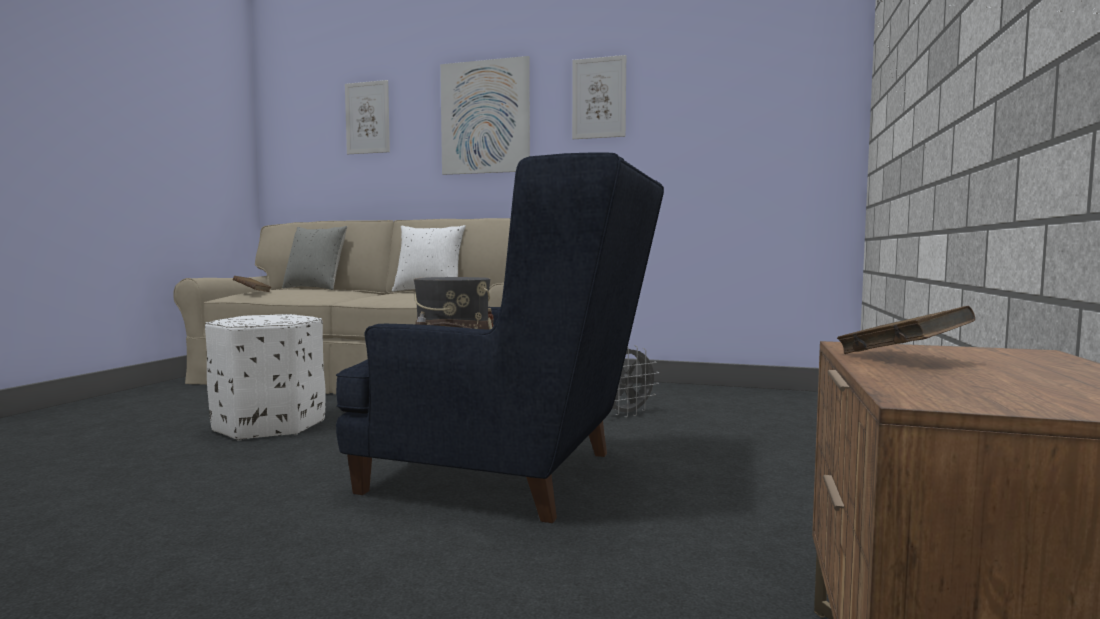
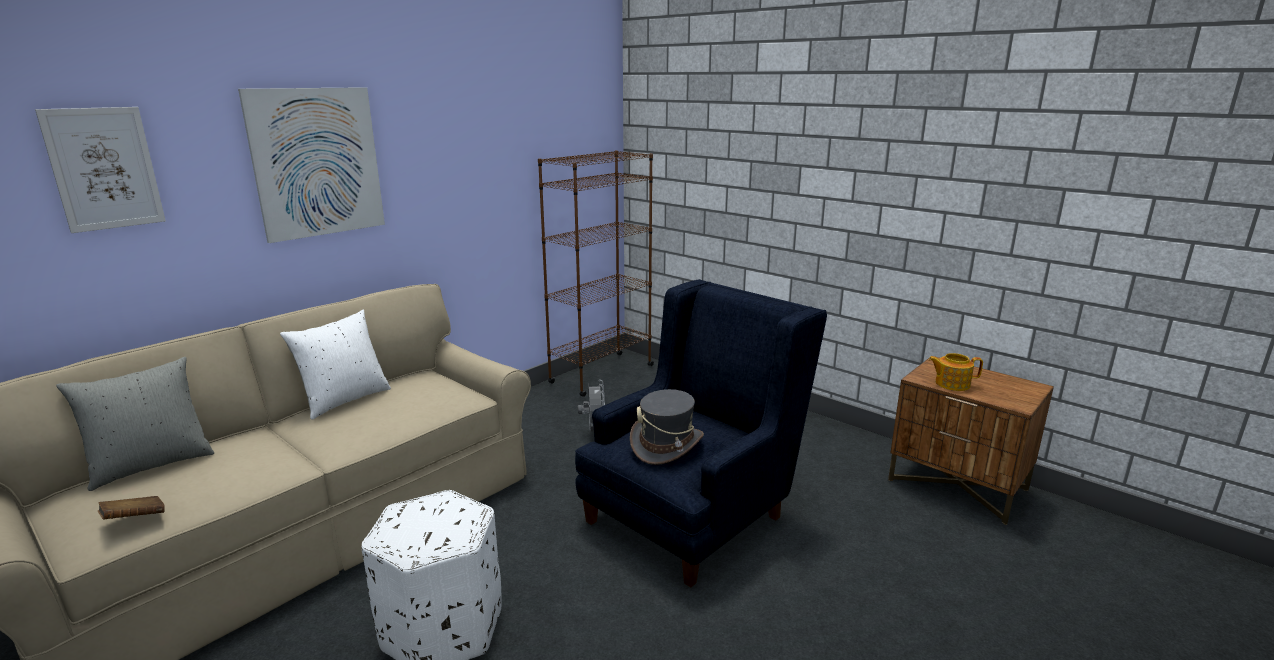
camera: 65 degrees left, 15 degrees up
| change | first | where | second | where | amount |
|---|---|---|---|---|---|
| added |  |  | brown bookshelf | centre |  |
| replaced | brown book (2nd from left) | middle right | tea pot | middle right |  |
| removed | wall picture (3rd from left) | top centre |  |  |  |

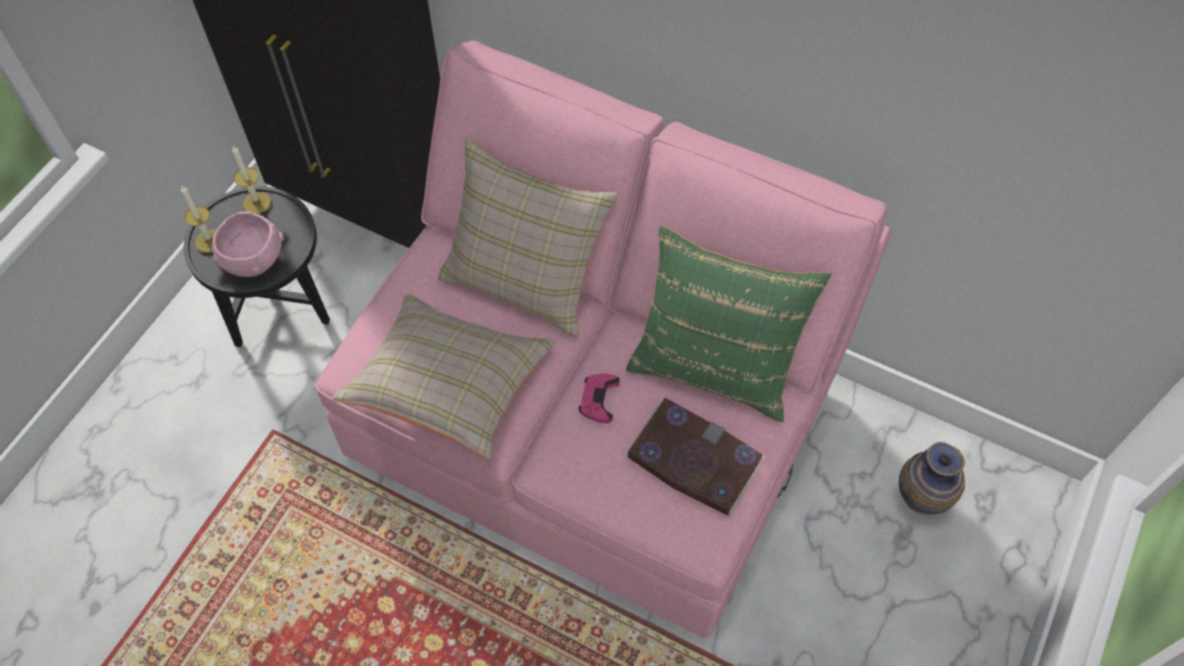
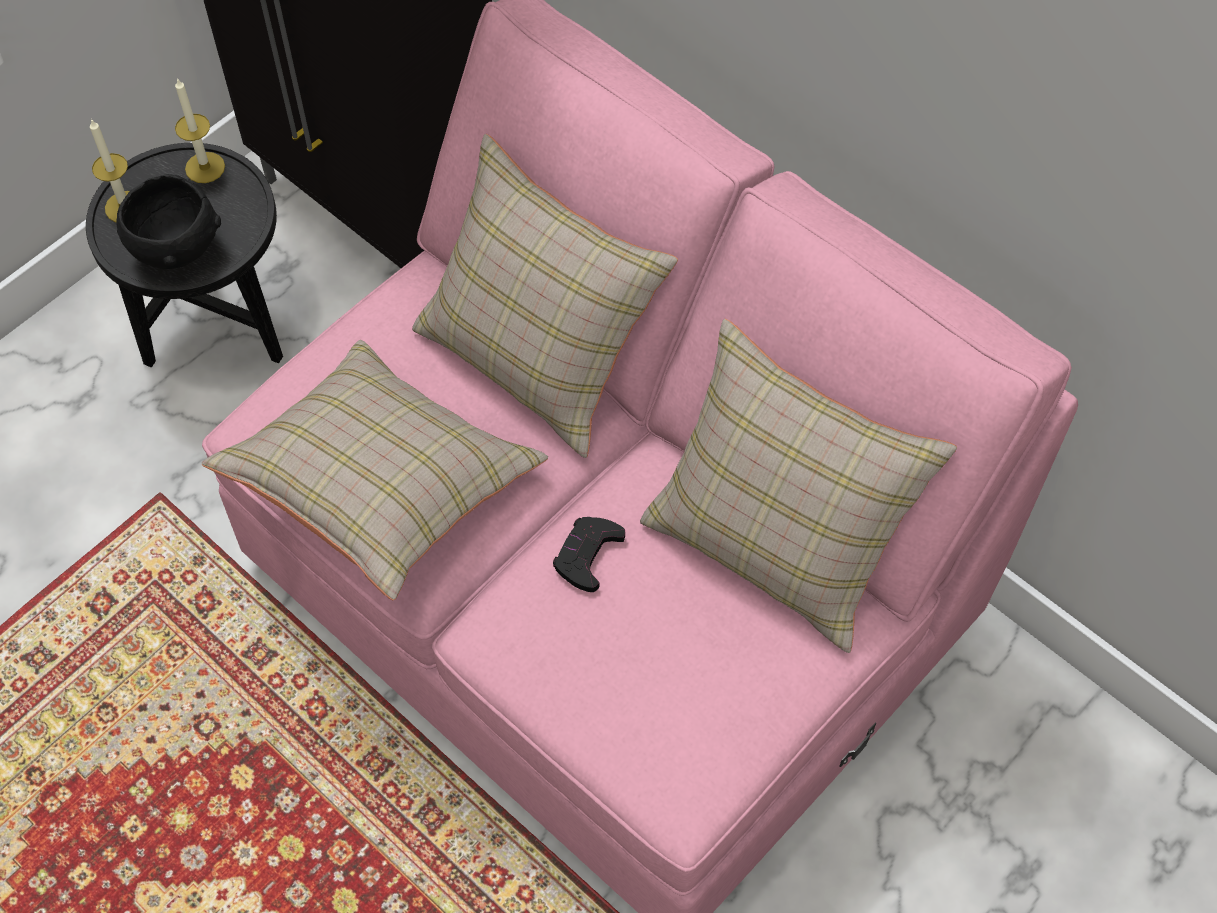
camera: 15 degrees right, 0 degrees up
| change | first | where | second | where | amount |
|---|---|---|---|---|---|
| recoloured | pink-coloured deep dish | middle left | blackish deep dish | top left |  |
| recoloured | pink-coloured game controller | centre | blackish game controller | centre |  |
| recoloured | green-coloured pillow | centre | sand-coloured pillow (3rd from left) | centre |  |
| removed | book | bottom centre |  |  |  |
| removed | decorative vase | bottom right |  |  |  |

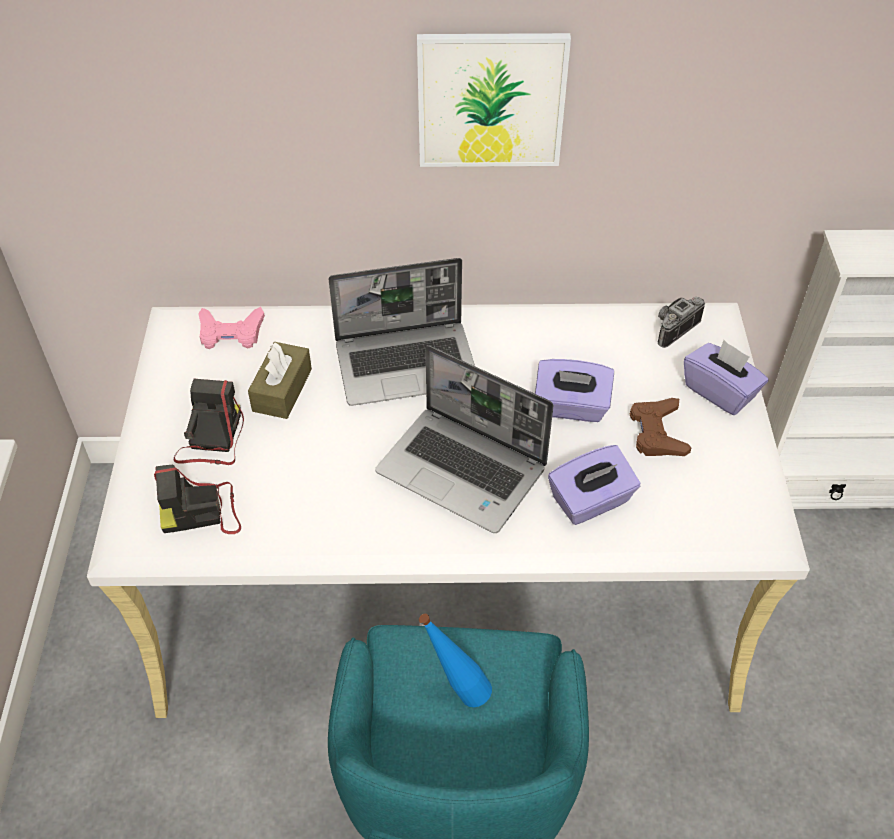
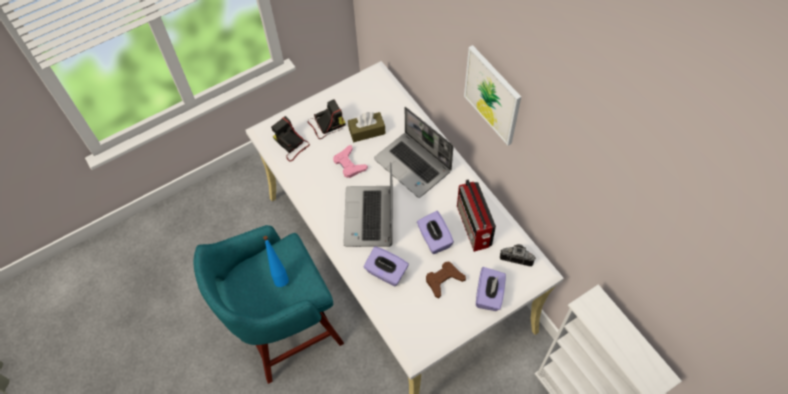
camera: 60 degrees right, 10 degrees up
| change | first | where | second | where | amount |
|---|---|---|---|---|---|
| moved | pink-coloured game controller | middle left |  | centre |  |
| added |  |  | radio receiver | centre |  |

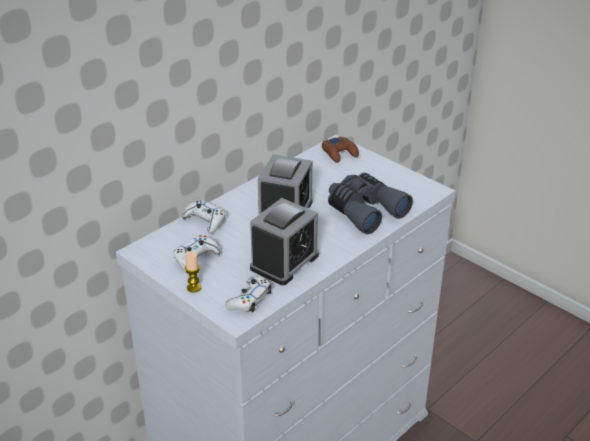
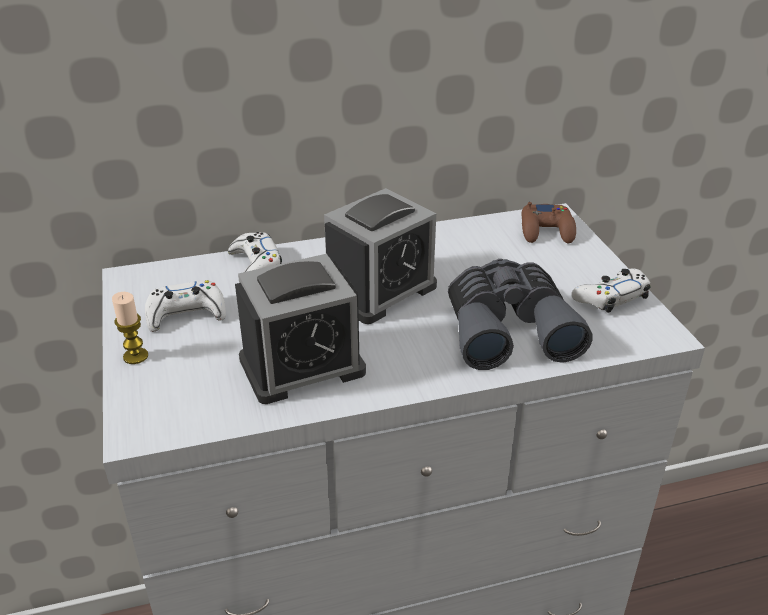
camera: 30 degrees right, 0 degrees up
| change | first | where | second | where | amount |
|---|---|---|---|---|---|
| moved | whitish game controller (3rd from left) | bottom centre |  | middle right |  |

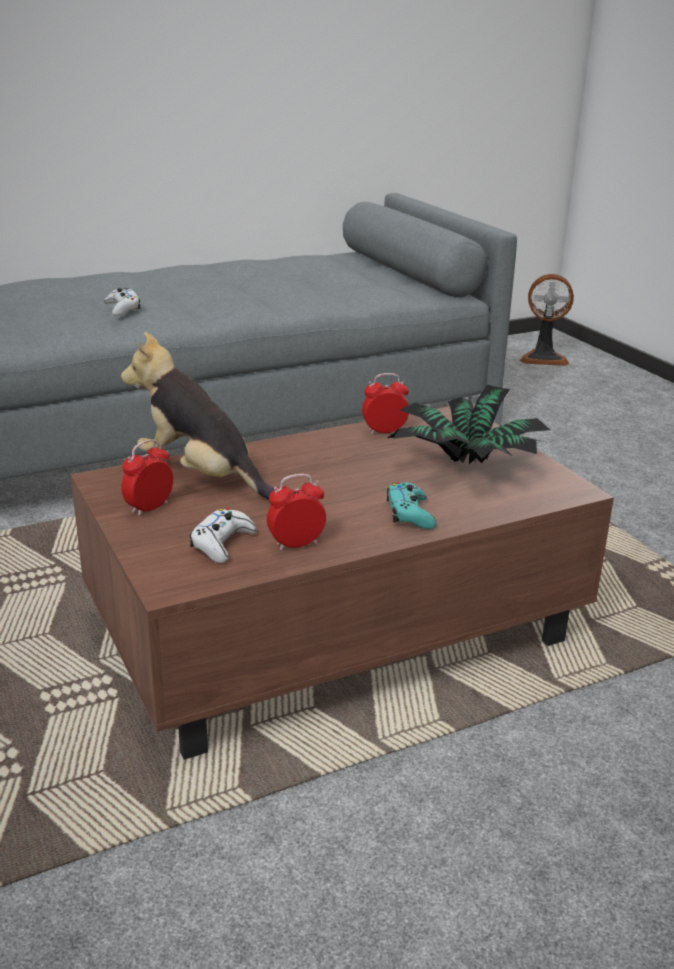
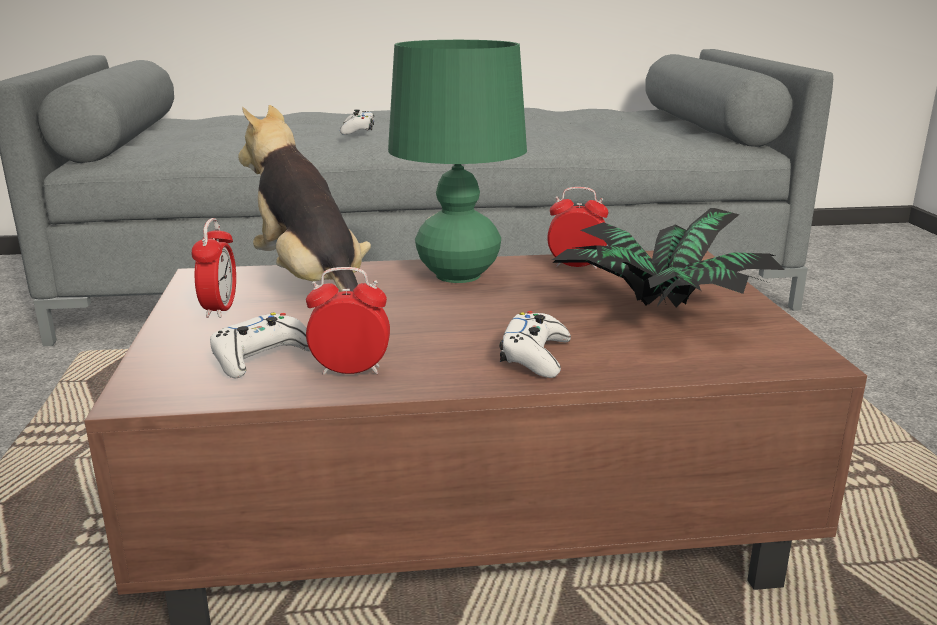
camera: 20 degrees right, 5 degrees down
| change | first | where | second | where | amount |
|---|---|---|---|---|---|
| turned | table clock (1st from left) | middle left |  | middle left | 120 degrees clockwise |
| added |  |  | green-coloured lamp for a table | top centre |  |
| recoloured | turquoise game controller | centre | whitish game controller (3rd from left) | centre |  |
| removed | electric fan | top right |  |  |  |

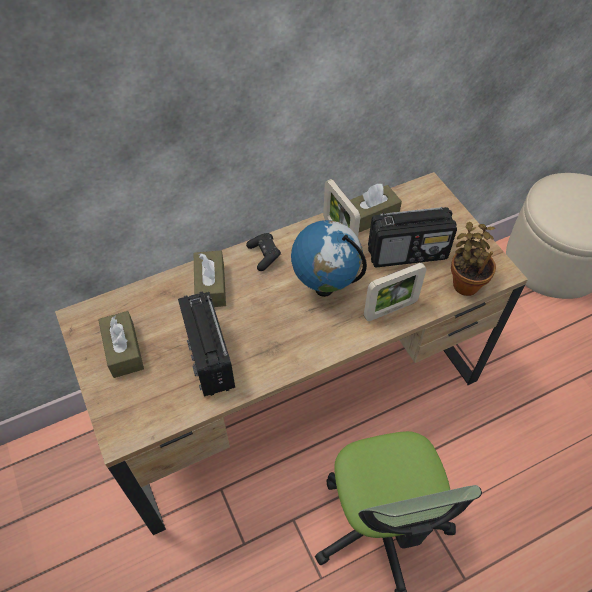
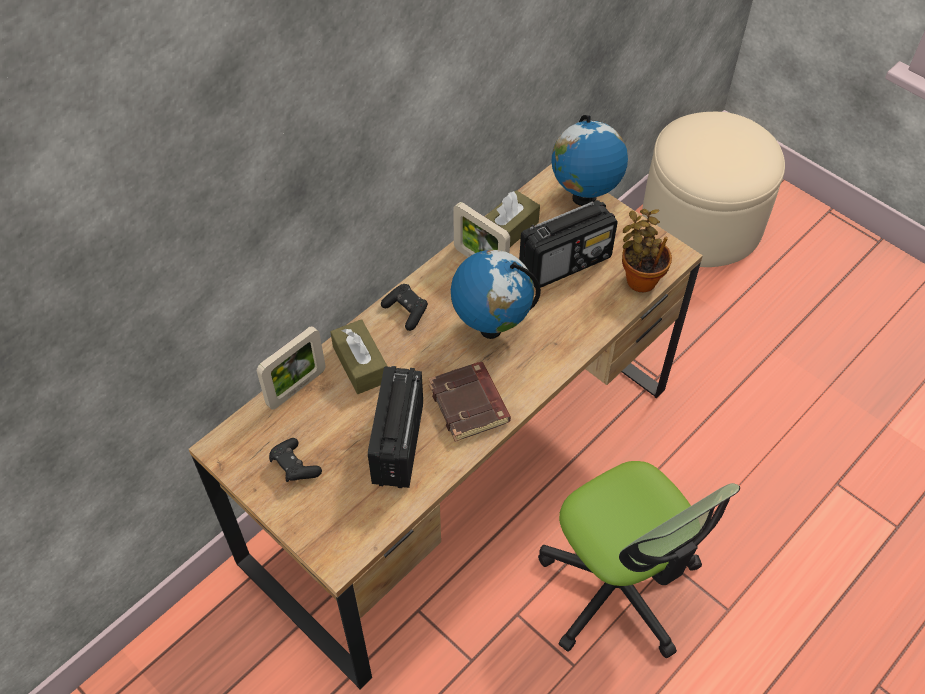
camera: 20 degrees left, 0 degrees up
| change | first | where | second | where | amount |
|---|---|---|---|---|---|
| moved | photo frame (2nd from left in the first image) | middle right | photo frame (1st from left) | middle left |  |
| replaced | brown tissue holder (1st from left) | middle left | blackish game controller (1st from left) | middle left |  |
| turned | radio receiver (1st from left) | centre |  | centre | 45 degrees clockwise |
| added |  |  | brown book | centre |  |
| added |  |  | globe (2nd from left) | top centre |  |

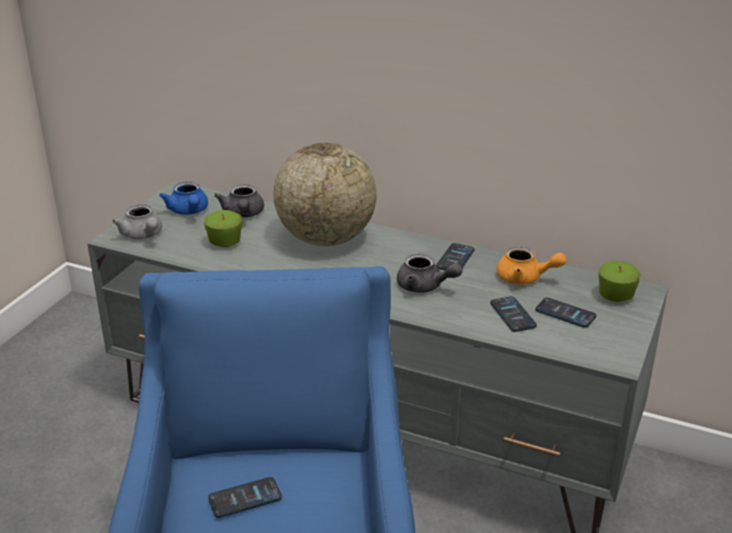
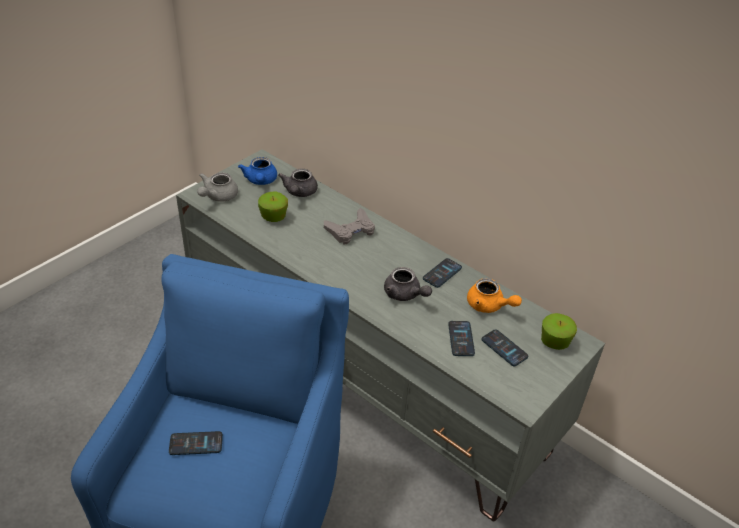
camera: 15 degrees right, 10 degrees up
| change | first | where | second | where | amount |
|---|---|---|---|---|---|
| turned | gray tea pot (1st from left) | middle left |  | middle left | 45 degrees clockwise |
| replaced | globe | centre | gray game controller | centre |  |

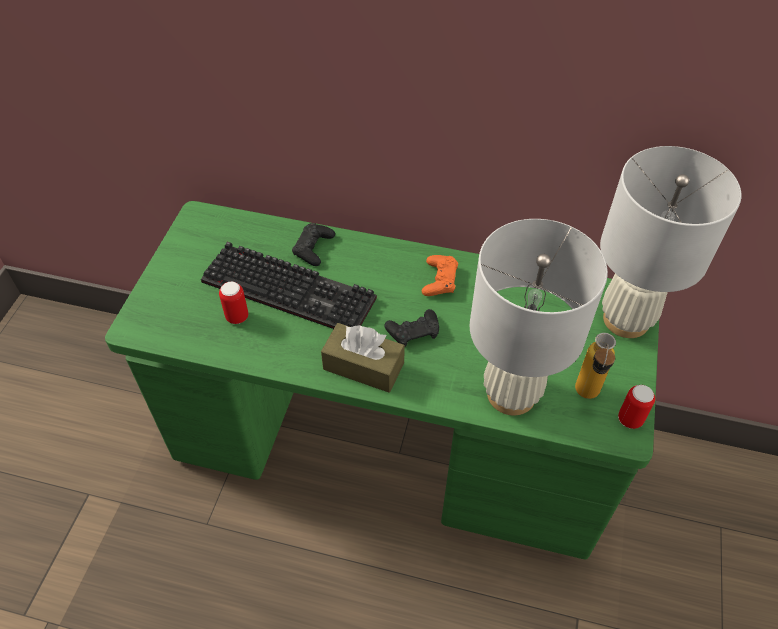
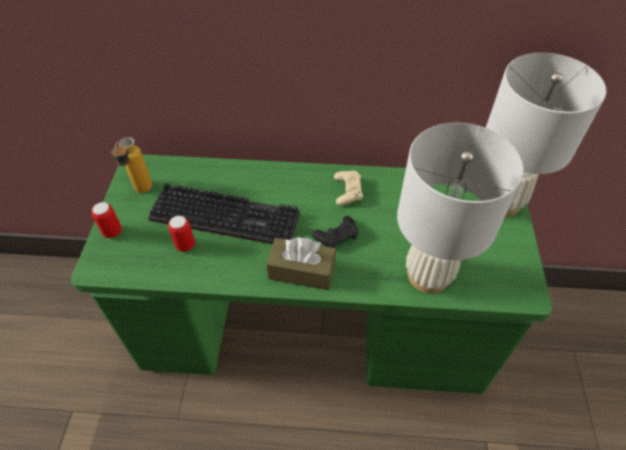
camera: 10 degrees left, 0 degrees up
| change | first | where | second | where | amount |
|---|---|---|---|---|---|
| moved | can (2nd from left in the first image) | middle right | can (1st from left) | middle left |  |
| moved | drink bottle | middle right |  | middle left |  |
| recoloured | orangey game controller | centre | sand-coloured game controller | centre |  |
| removed | blackish game controller (1st from left) | centre |  |  |  |

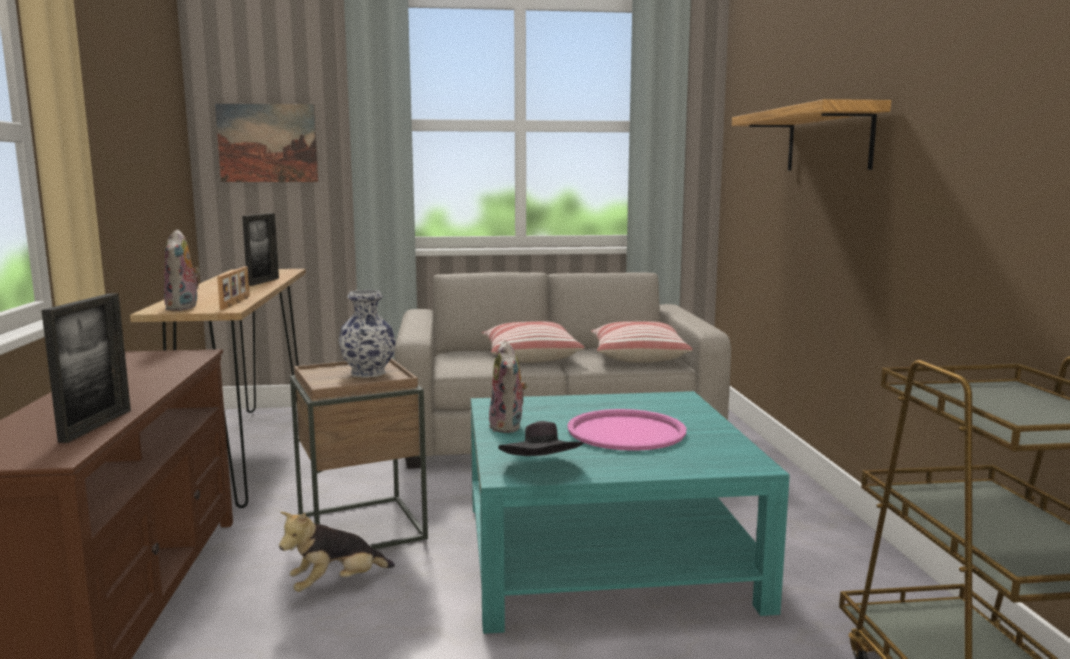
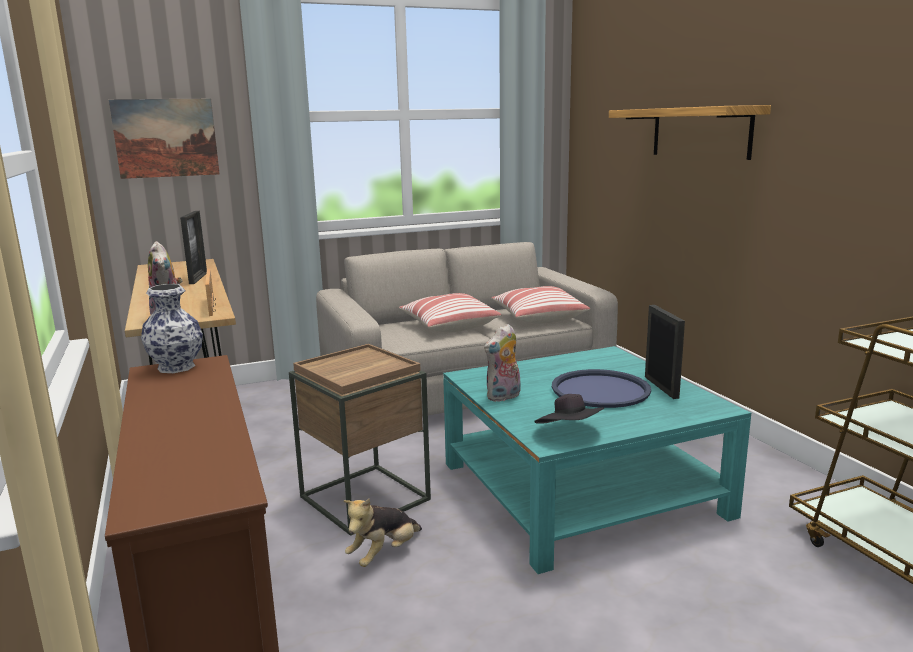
camera: 15 degrees left, 5 degrees up
| change | first | where | second | where | amount |
|---|---|---|---|---|---|
| moved | decorative vase | centre |  | middle left |  |
| turned | cuddly toy (3rd from left) | centre |  | centre | 75 degrees clockwise |
| recoloured | pink-coloured serving tray | centre | blue-coloured serving tray | centre |  |
| moved | photo frame (1st from left in the first image) | middle left | photo frame (3rd from left) | middle right |  |

